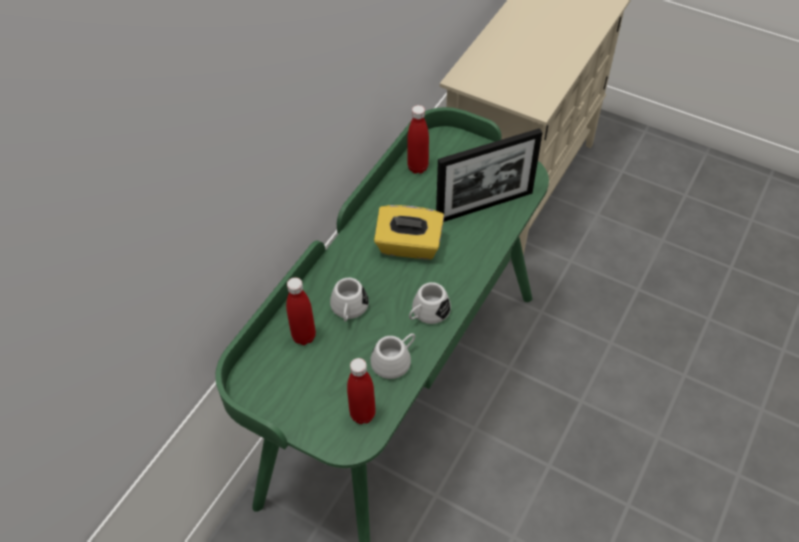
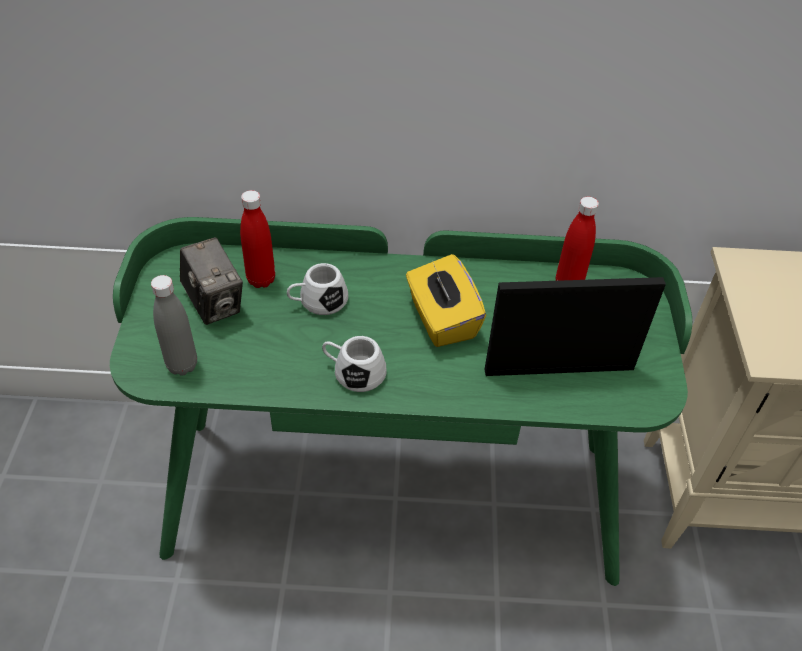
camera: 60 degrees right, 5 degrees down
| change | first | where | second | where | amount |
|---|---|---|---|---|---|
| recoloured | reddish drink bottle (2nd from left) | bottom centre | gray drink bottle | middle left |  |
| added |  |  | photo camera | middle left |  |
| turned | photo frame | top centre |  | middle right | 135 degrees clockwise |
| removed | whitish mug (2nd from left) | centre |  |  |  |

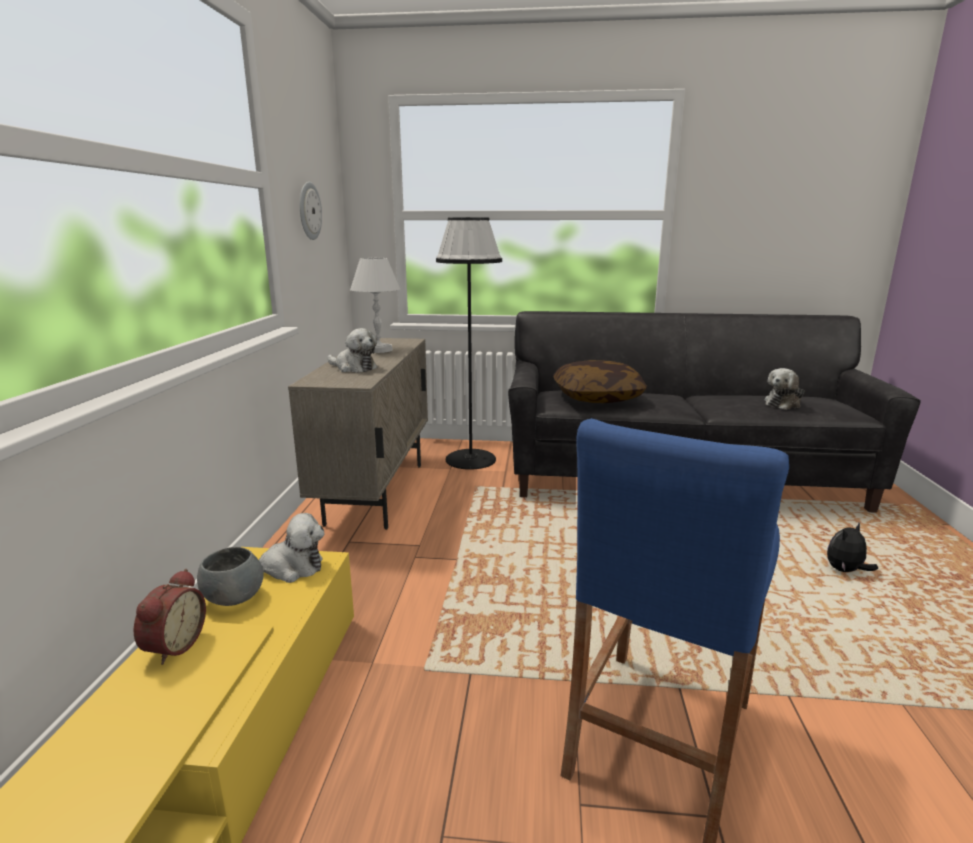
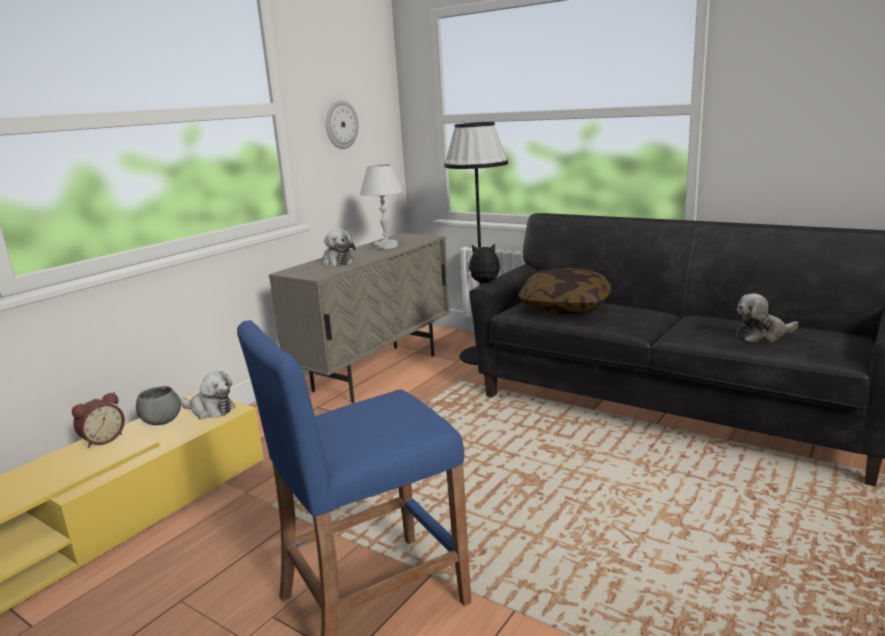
camera: 30 degrees right, 0 degrees up
| change | first | where | second | where | amount |
|---|---|---|---|---|---|
| moved | cuddly toy (4th from left in the first image) | middle right | cuddly toy (3rd from left) | centre |  |

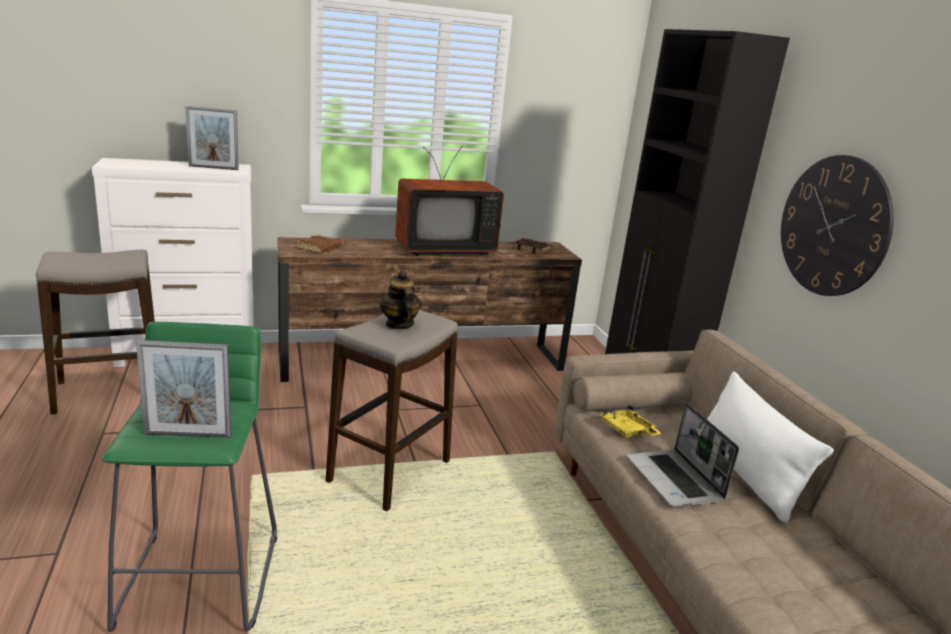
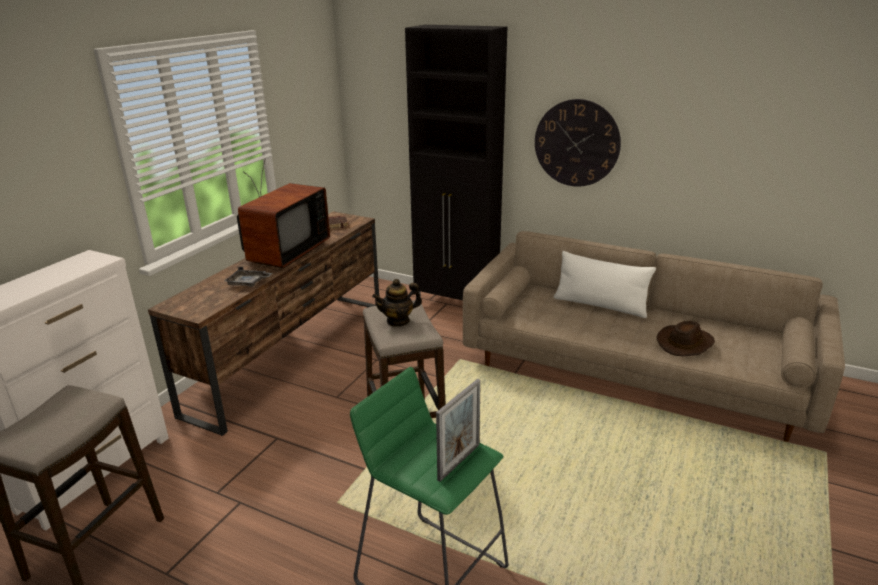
camera: 45 degrees left, 5 degrees up
| change | first | where | second | where | amount |
|---|---|---|---|---|---|
| added |  |  | gray serving tray | middle left |  |
| turned | tea pot | centre |  | centre | 45 degrees counterclockwise |
| added |  |  | brown wearable hat | middle right |  |
| removed | photo frame (2nd from left) | top left |  |  |  |
| removed | brown book (1st from left) | centre |  |  |  |
| removed | yellow serving tray | centre |  |  |  |
| removed | notebook computer | bottom right |  |  |  |

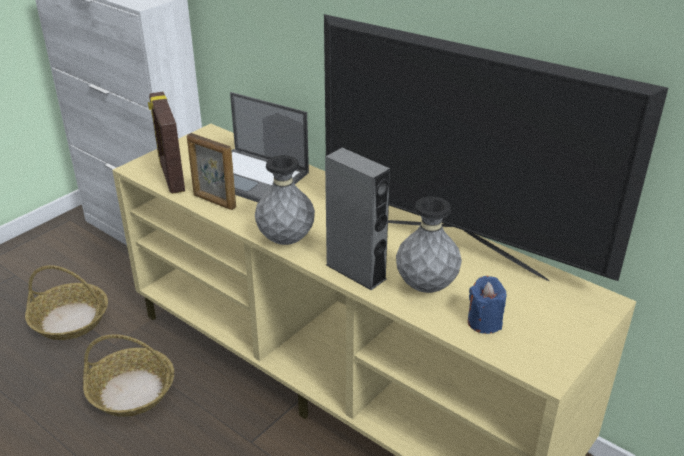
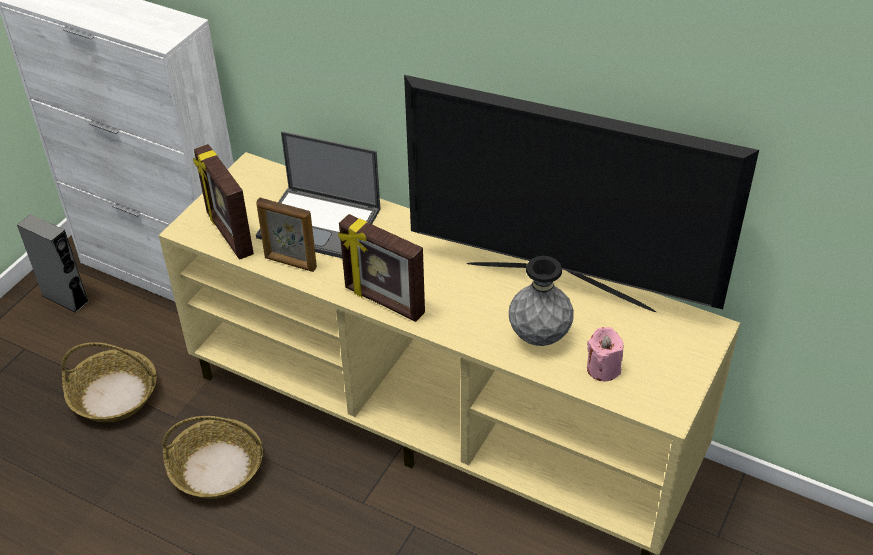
camera: 10 degrees left, 10 degrees up
| change | first | where | second | where | amount |
|---|---|---|---|---|---|
| moved | gray speaker | centre |  | middle left |  |
| replaced | gray decorative vase (1st from left) | centre | photo frame (3rd from left) | centre |  |
| recoloured | blue-coloured wax light | bottom right | pink-coloured wax light | middle right |  |

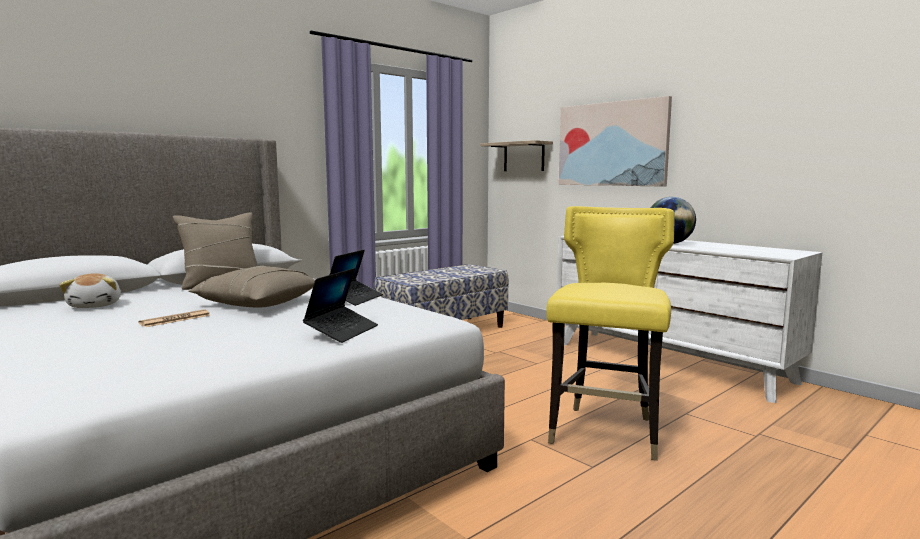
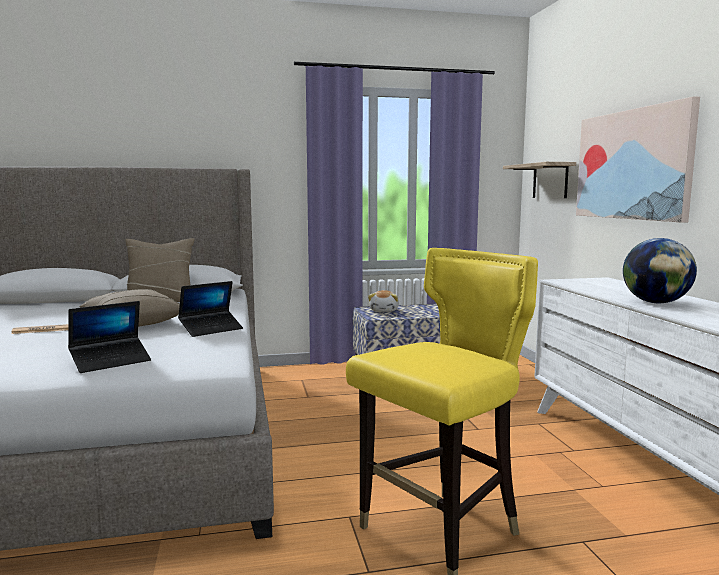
camera: 30 degrees right, 0 degrees up
| change | first | where | second | where | amount |
|---|---|---|---|---|---|
| moved | cuddly toy | middle left |  | centre |  |

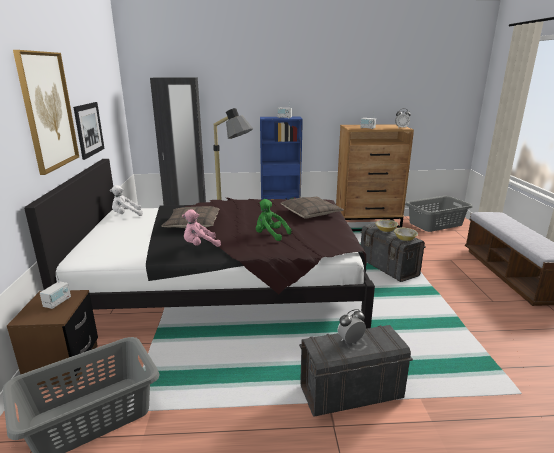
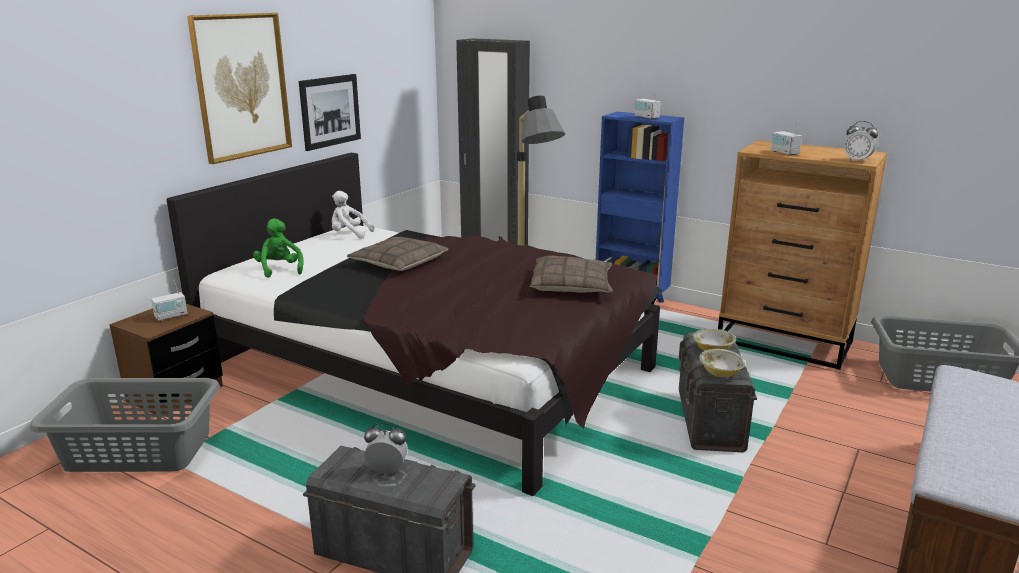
camera: 35 degrees right, 0 degrees up
| change | first | where | second | where | amount |
|---|---|---|---|---|---|
| moved | green-coloured cuddly toy | centre |  | middle left |  |
| removed | pink-coloured cuddly toy | centre |  |  |  |

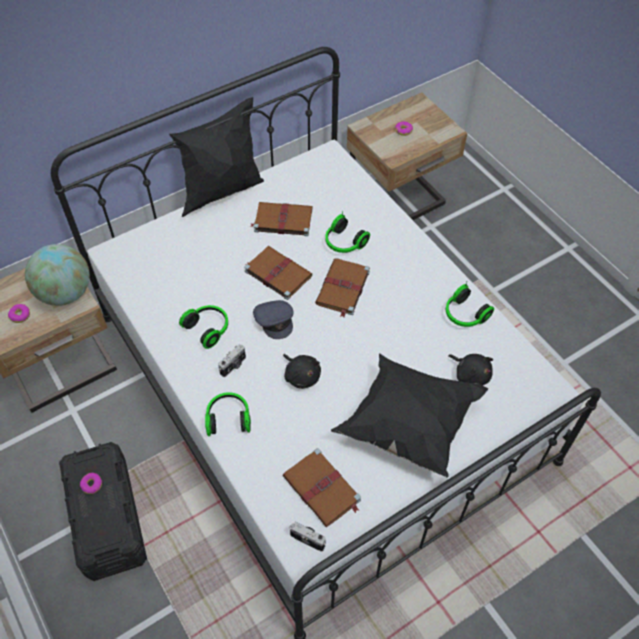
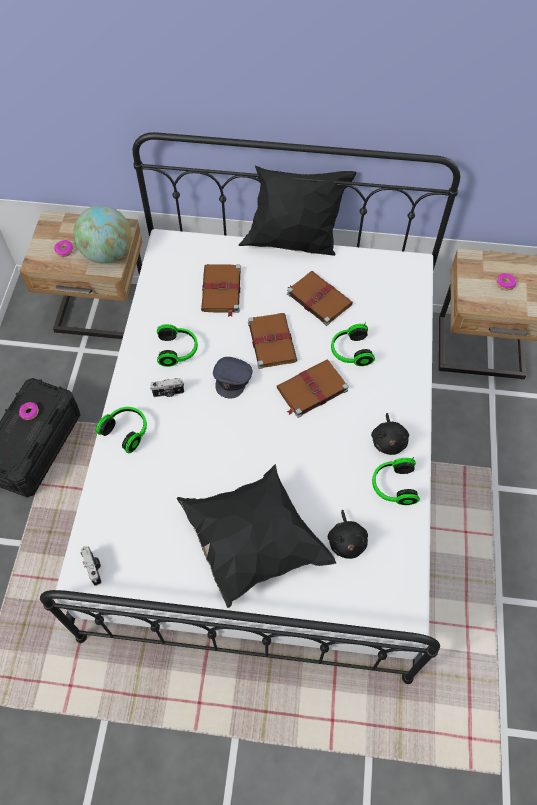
camera: 40 degrees right, 5 degrees up
| change | first | where | second | where | amount |
|---|---|---|---|---|---|
| moved | brown book (3rd from left in the first image) | bottom centre | brown book (1st from left) | centre |  |
| moved | blackish cuddly toy (1st from left in the first image) | centre | blackish cuddly toy (2nd from left) | middle right |  |

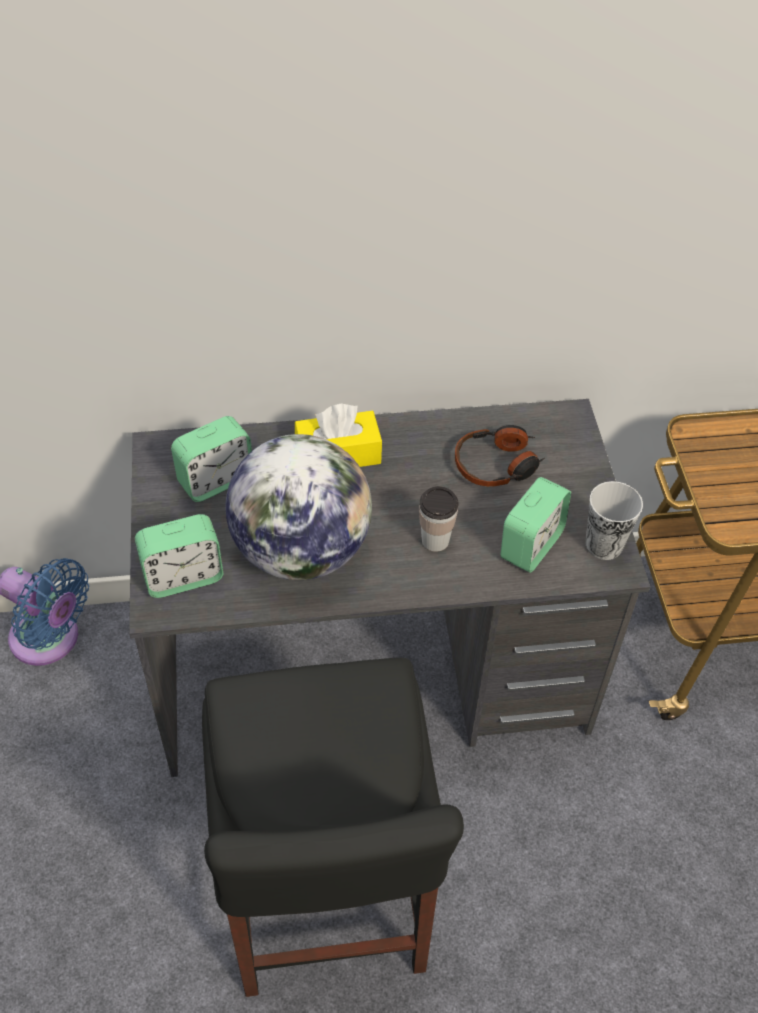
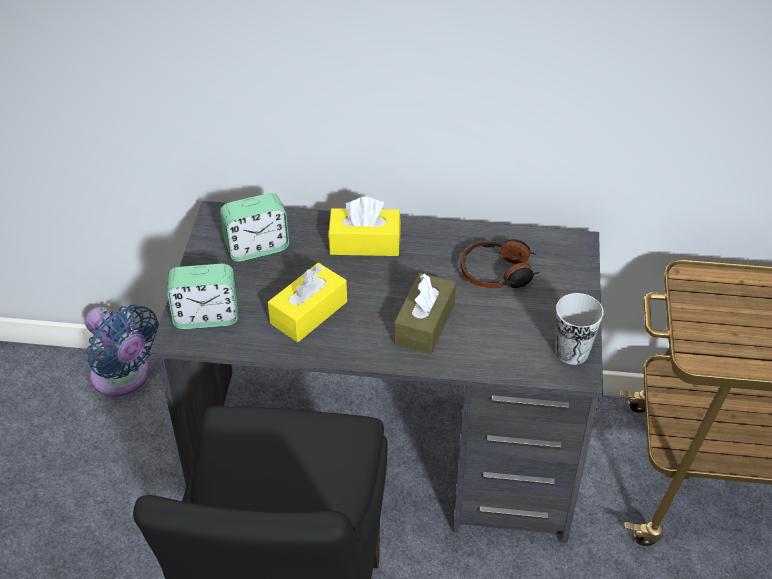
camera: 15 degrees right, 5 degrees down
| change | first | where | second | where | amount |
|---|---|---|---|---|---|
| replaced | globe | centre | yellow tissue holder (1st from left) | centre |  |
| replaced | cup (1st from left) | centre | brown tissue holder | centre |  |
| removed | table clock (3rd from left) | middle right |  |  |  |

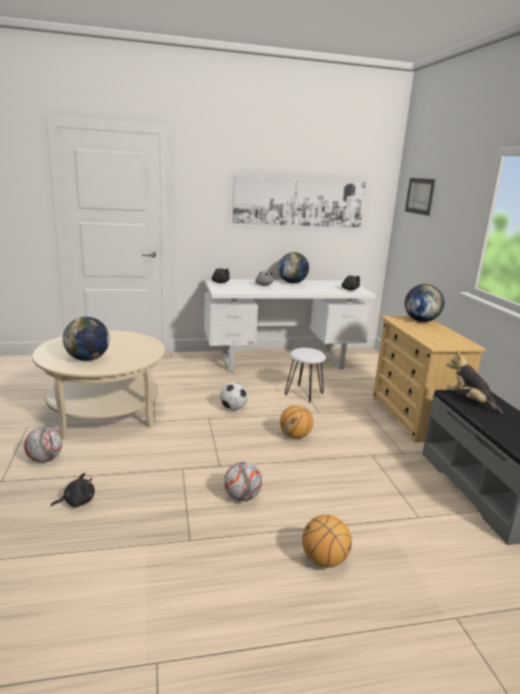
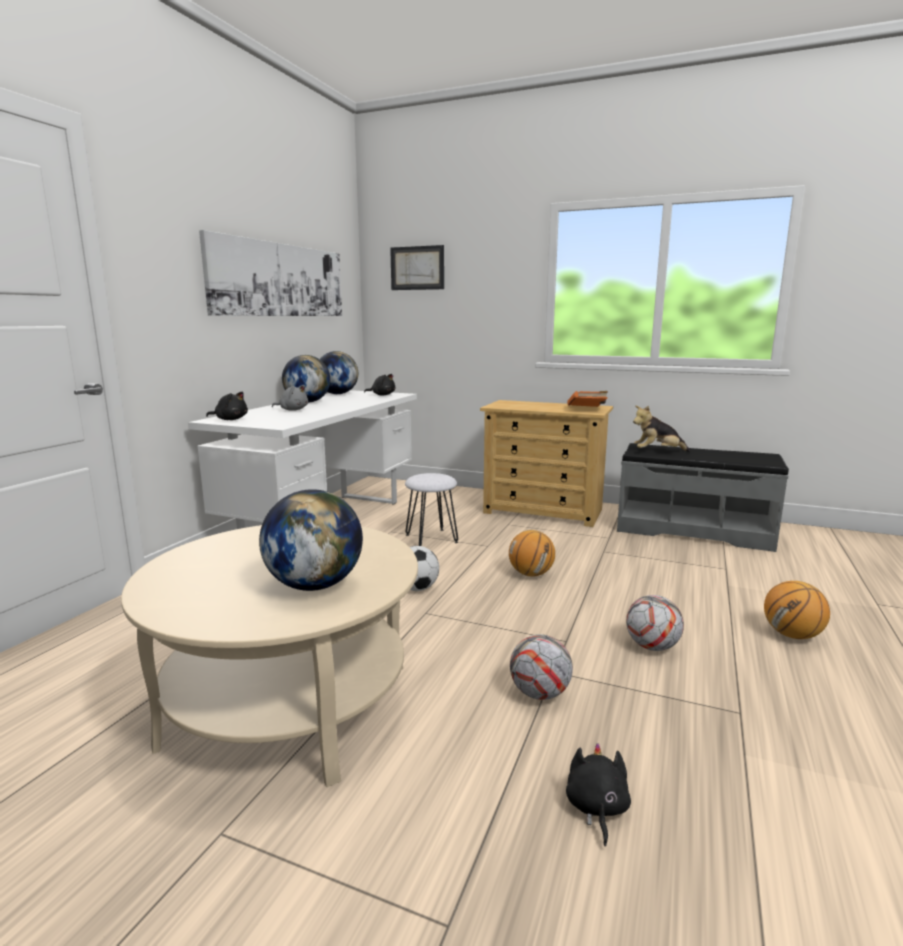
camera: 55 degrees left, 5 degrees down
| change | first | where | second | where | amount |
|---|---|---|---|---|---|
| moved | globe (3rd from left) | middle right |  | centre |  |
| moved | football (1st from left in the first image) | middle left | football (2nd from left) | bottom centre |  |
| added |  |  | orangey book | centre |  |

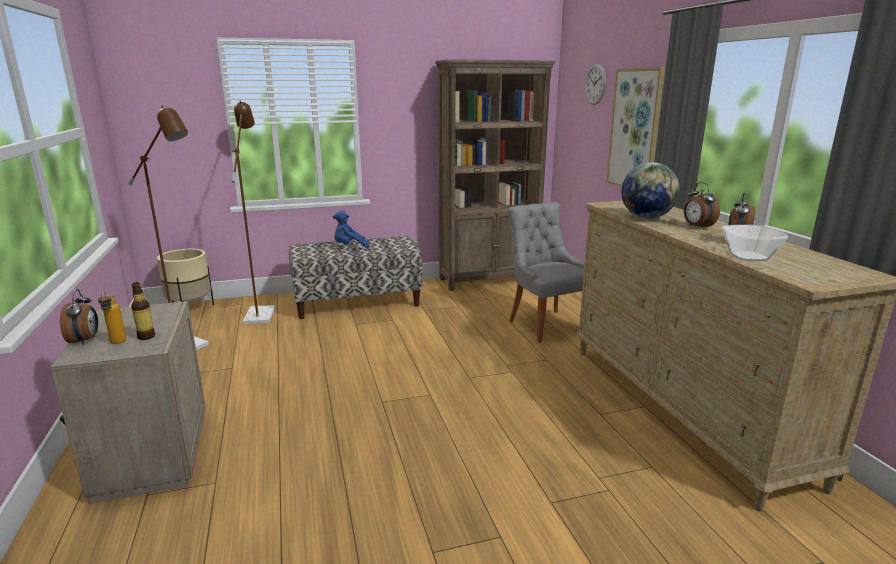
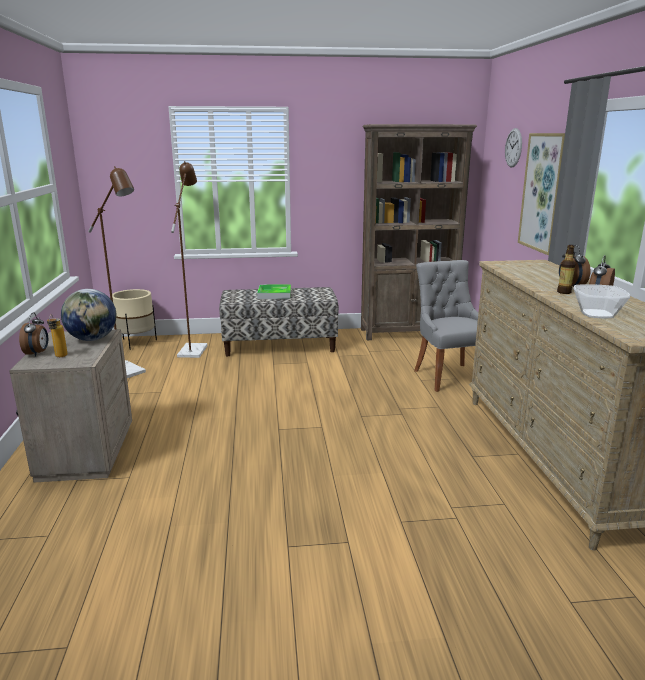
camera: 10 degrees right, 0 degrees up
| change | first | where | second | where | amount |
|---|---|---|---|---|---|
| moved | globe | middle right |  | middle left |  |
| replaced | blue-coloured cuddly toy | centre | serving tray | centre |  |
| moved | drink bottle (2nd from left) | middle left |  | middle right |  |

